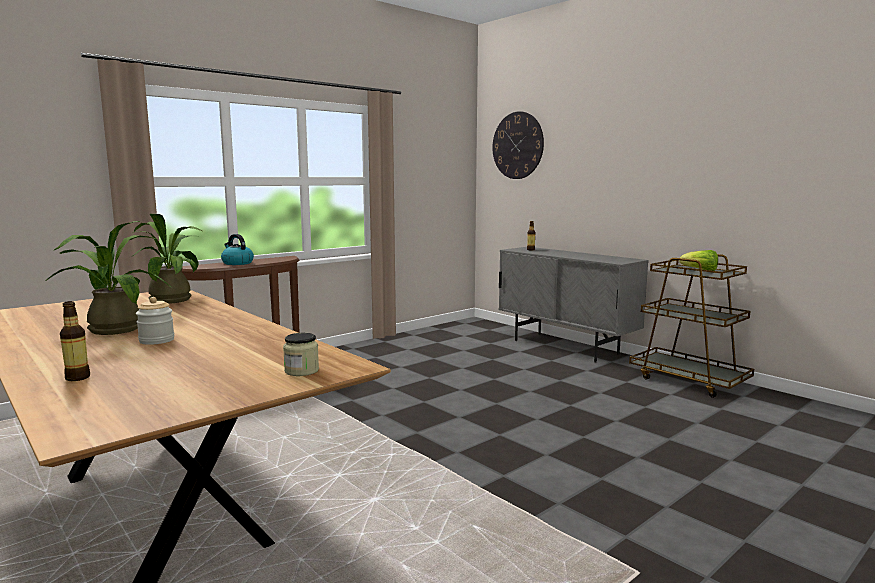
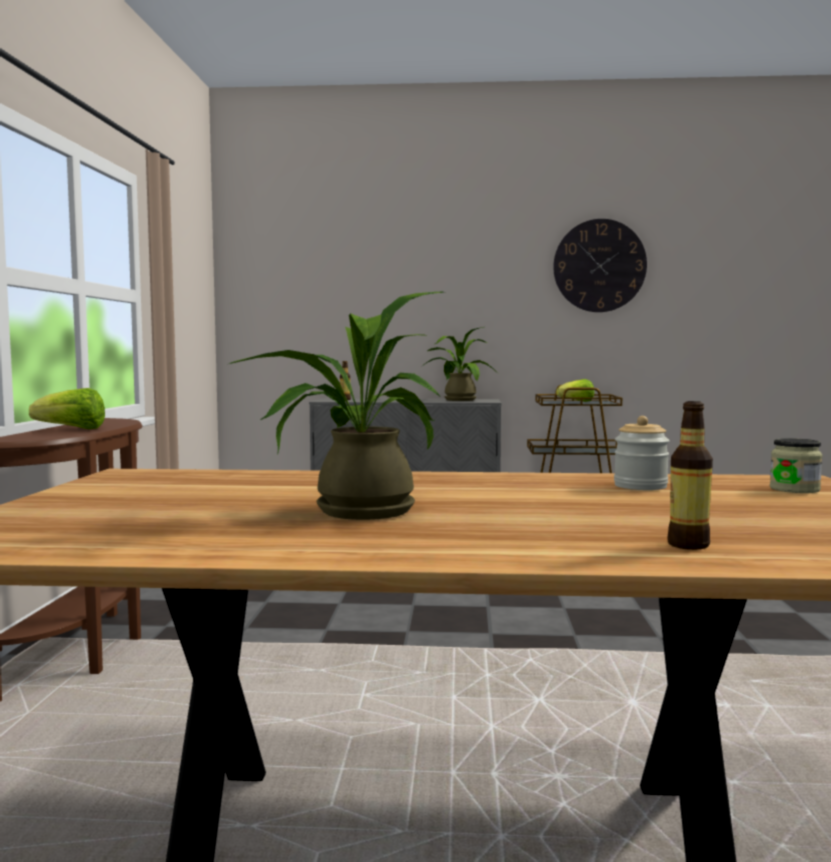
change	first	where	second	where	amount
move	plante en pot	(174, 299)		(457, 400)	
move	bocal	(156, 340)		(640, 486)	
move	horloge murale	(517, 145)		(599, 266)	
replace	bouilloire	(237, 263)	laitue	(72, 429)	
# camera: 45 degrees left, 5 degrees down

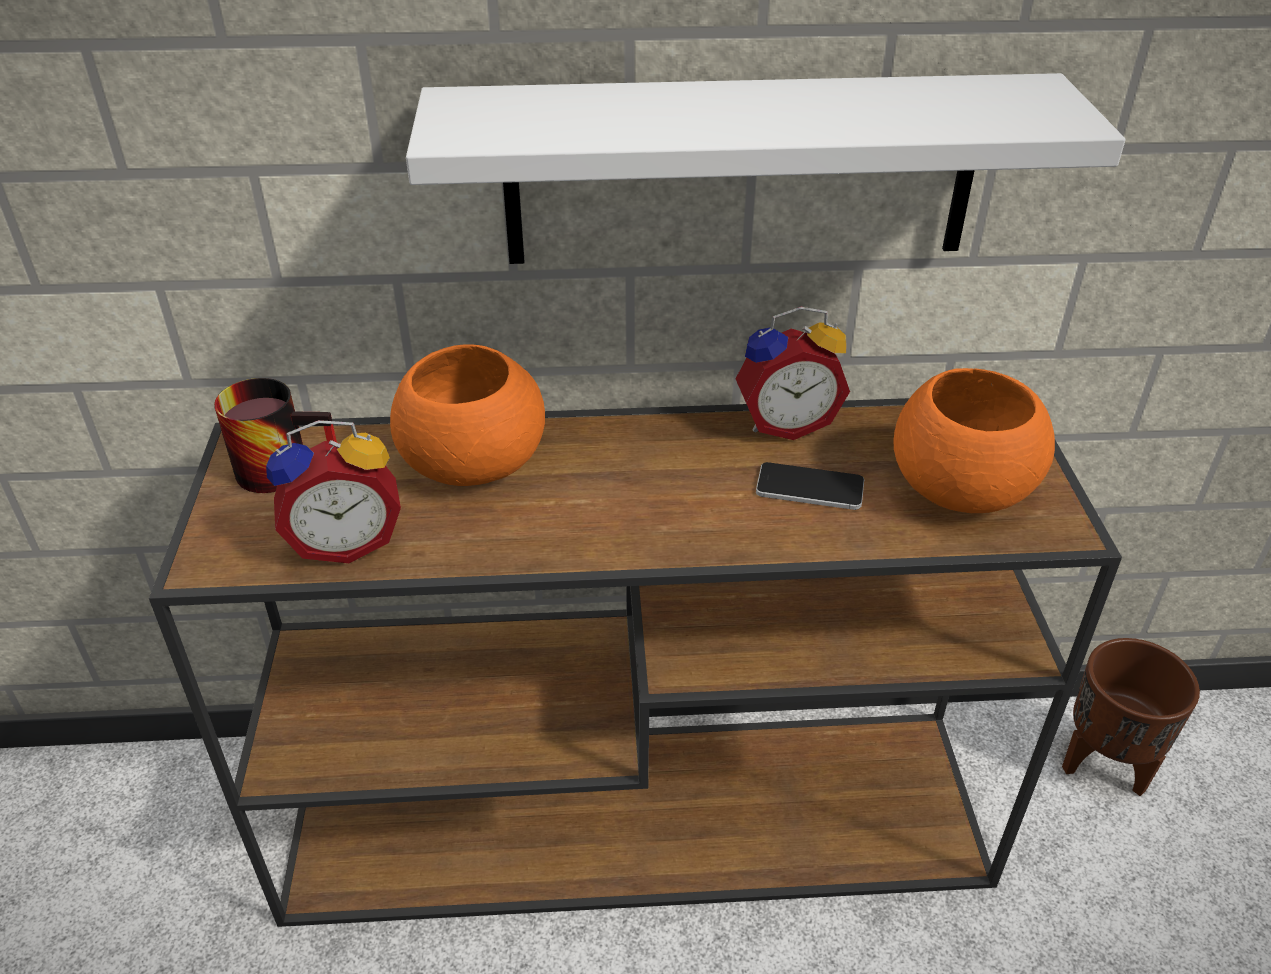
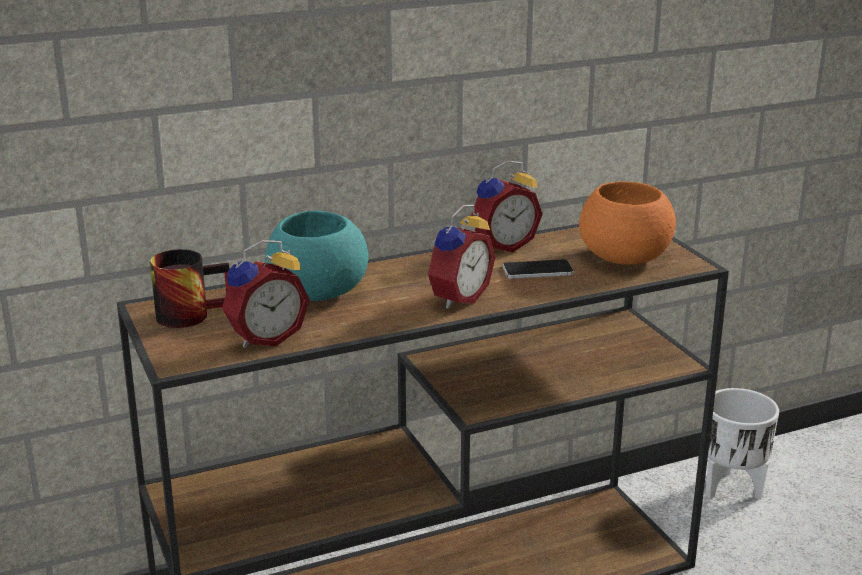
change	first	where	second	where	amount
delete	étagère/blanc	(740, 171)			
insert			réveil	(457, 298)	
recolor	bol/orange	(470, 463)	bol/turquoise	(316, 293)	
recolor	cache-pot/marron	(1105, 763)	cache-pot/blanc	(731, 487)	
# camera: 20 degrees left, 15 degrees down

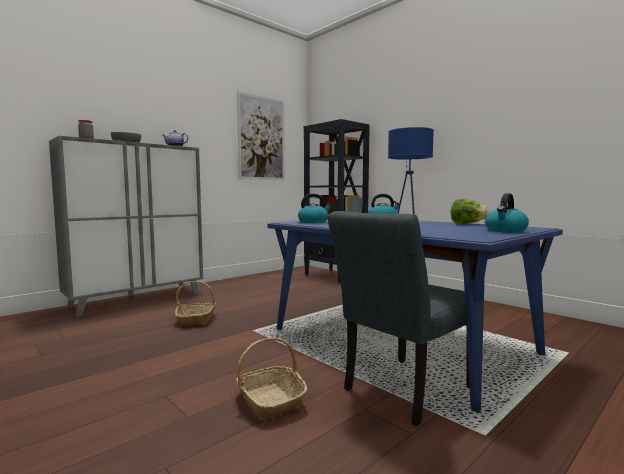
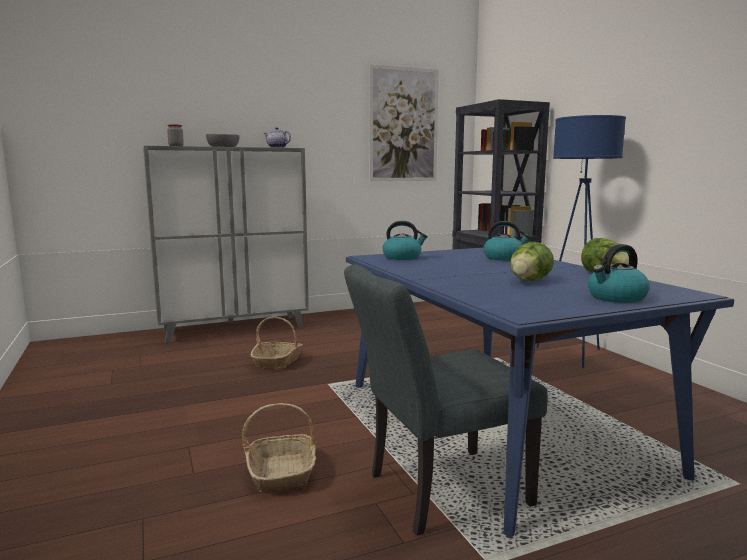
change	first	where	second	where	amount
insert			laitue	(528, 281)	
# camera: 20 degrees right, 5 degrees up

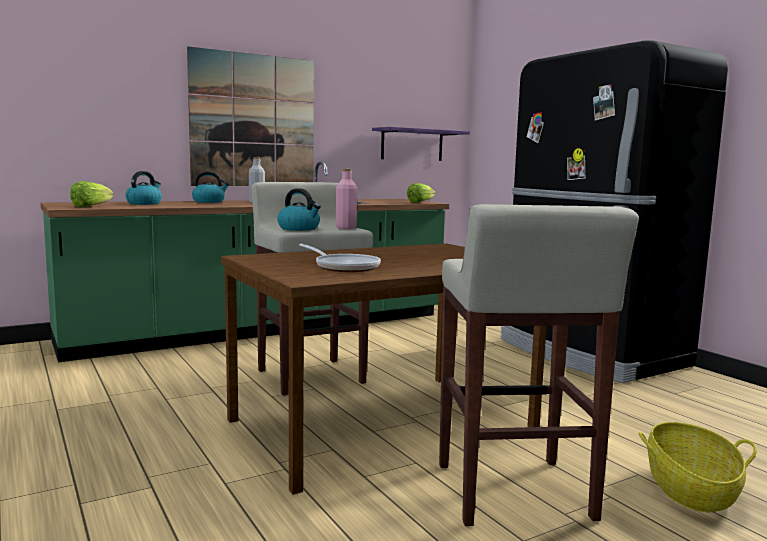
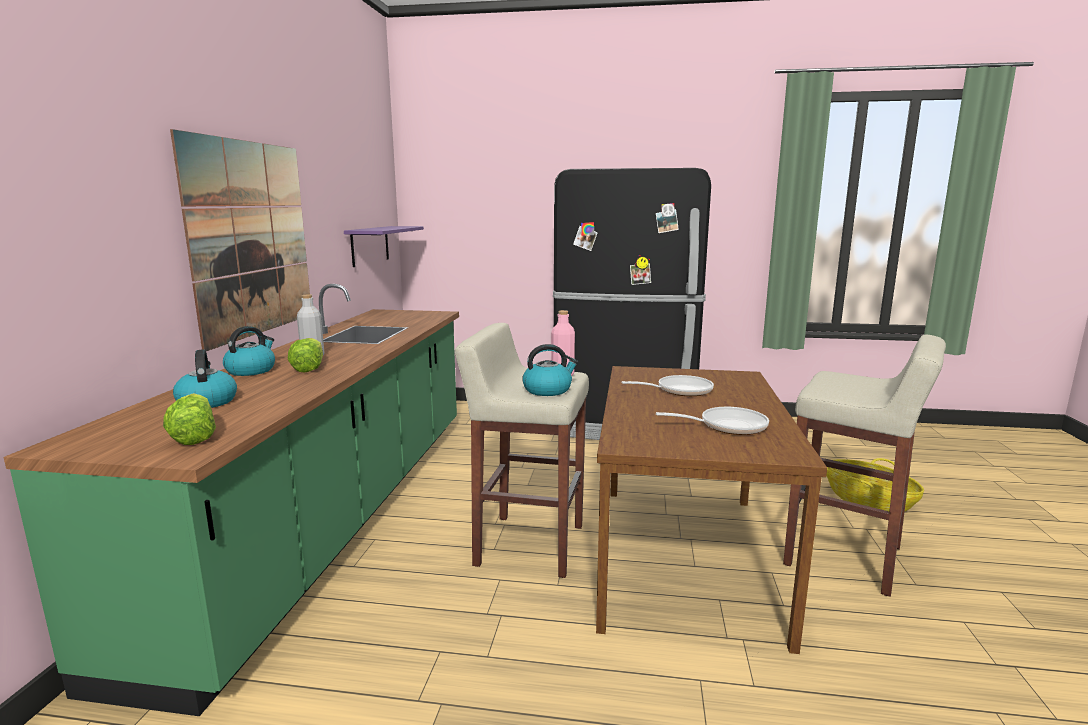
change	first	where	second	where	amount
insert			poêle	(679, 390)	
move	laitue	(420, 202)		(309, 368)	
# camera: 50 degrees left, 5 degrees up

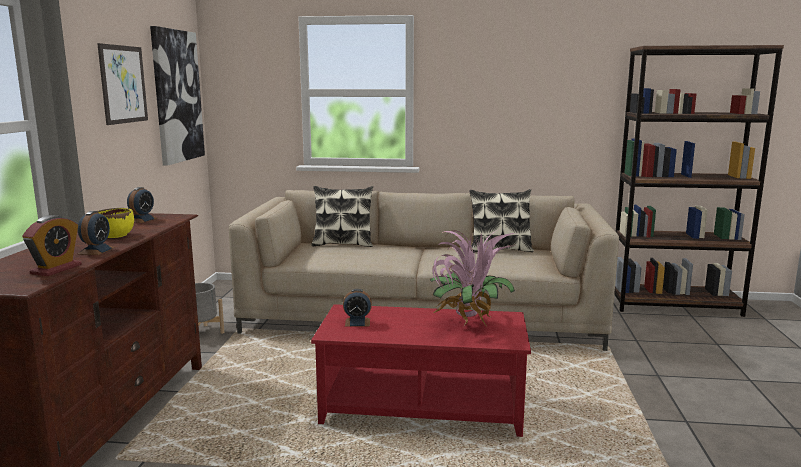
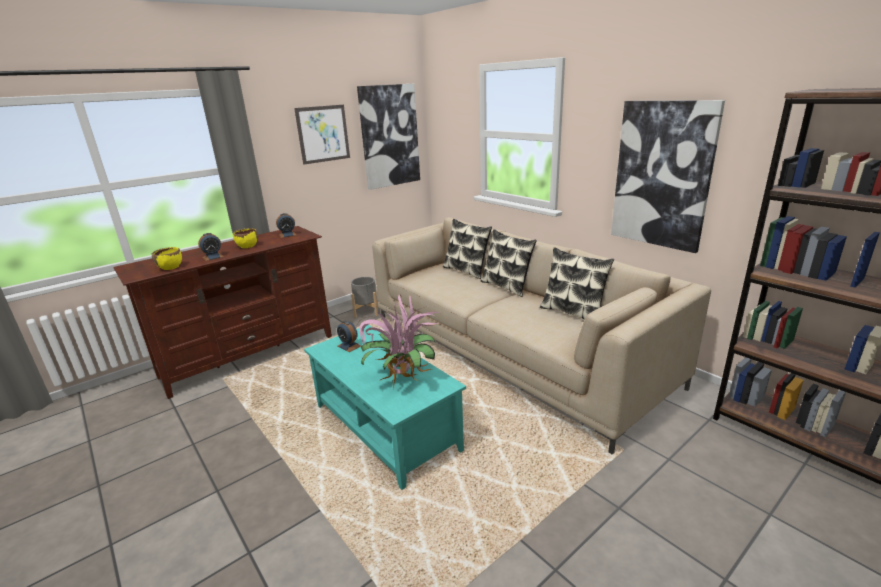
change	first	where	second	where	amount
insert			coussin	(506, 286)	
insert			tableau	(662, 175)	
replace	réveil	(56, 269)	bol/jaune	(170, 267)	
recolor	table basse/rouge	(422, 407)	table basse/turquoise	(387, 427)	
# camera: 45 degrees right, 10 degrees up

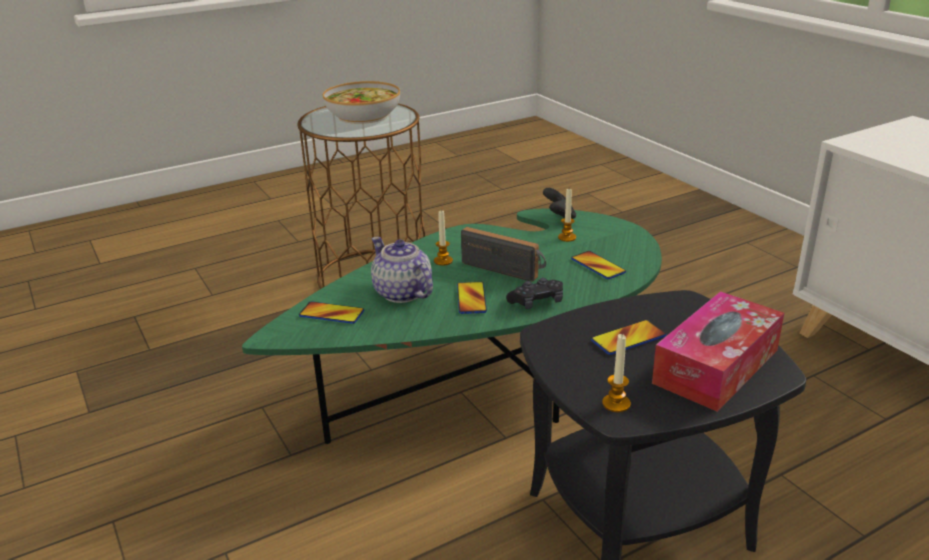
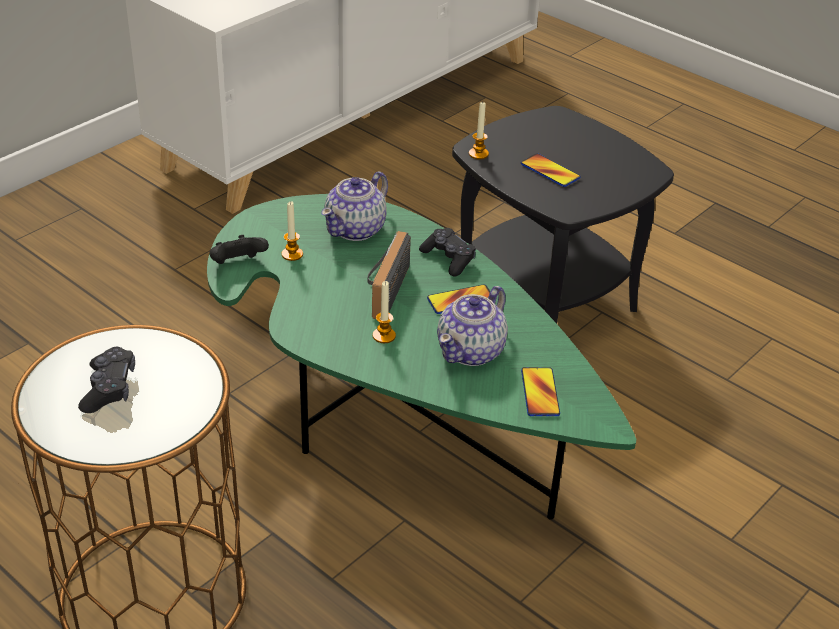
change	first	where	second	where	amount
delete	boîte à mouchoirs	(716, 366)			
move	bougie	(616, 404)		(478, 154)	
replace	bol	(362, 115)	manette/noir	(109, 388)	
replace	téléphone	(598, 266)	théière	(356, 229)	
# camera: 110 degrees left, 10 degrees up

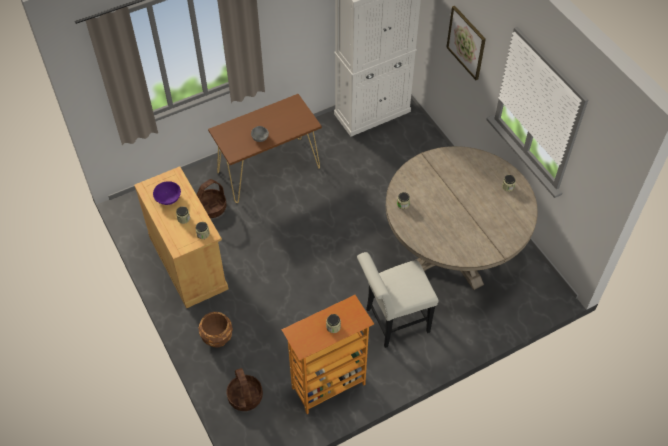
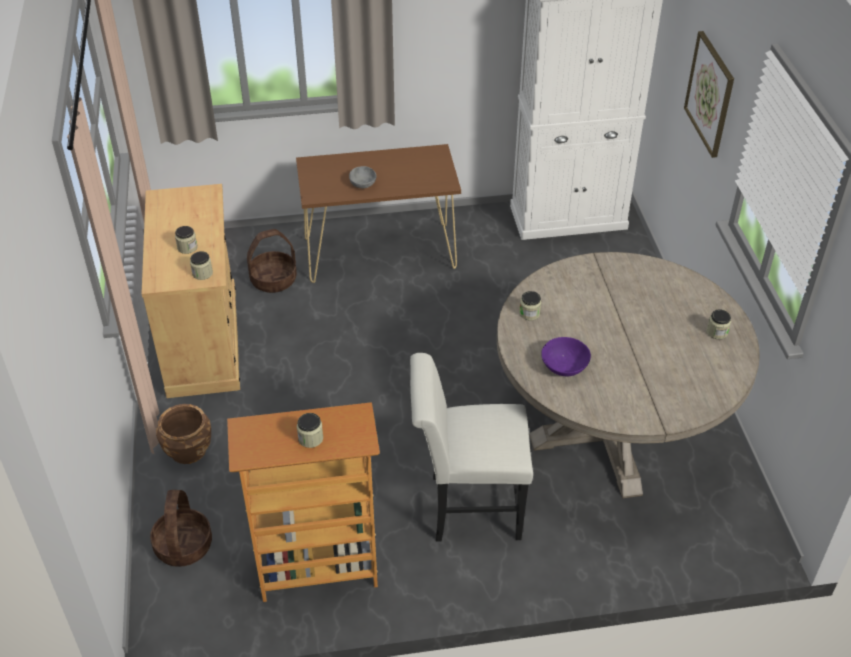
change	first	where	second	where	amount
move	bol/violet	(168, 198)		(564, 367)	
# camera: 20 degrees right, 10 degrees down

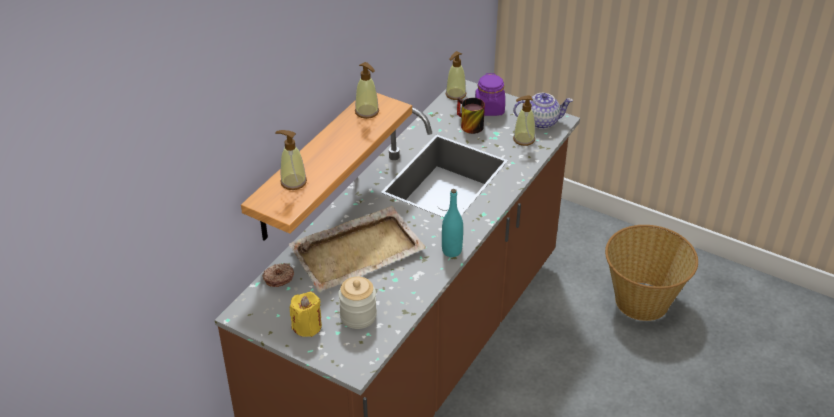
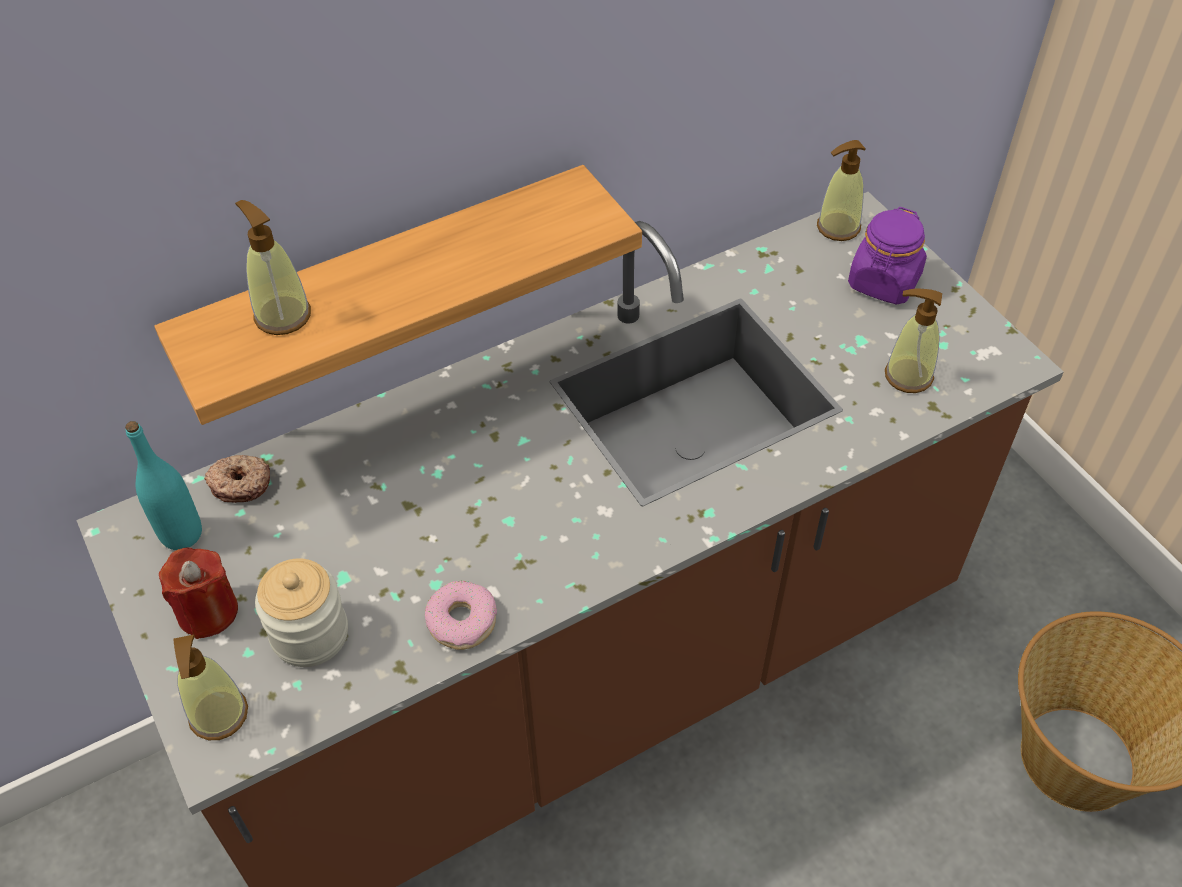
change	first	where	second	where	amount
delete	plateau/beige	(358, 251)			
delete	mug	(467, 125)			
delete	théière	(541, 121)			
insert			beignet	(462, 621)	
move	distributeur de savon	(367, 112)		(219, 715)	
move	bouteille/turquoise	(451, 251)		(181, 534)	
recolor	bougie/jaune	(307, 326)	bougie/rouge	(208, 611)	
# camera: 30 degrees right, 10 degrees up

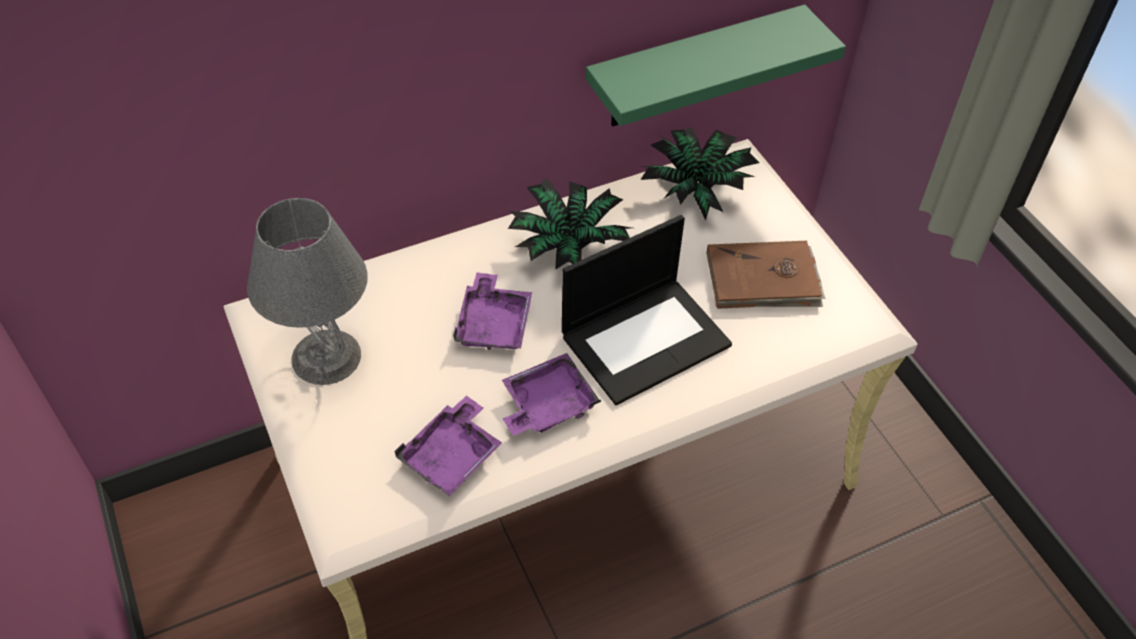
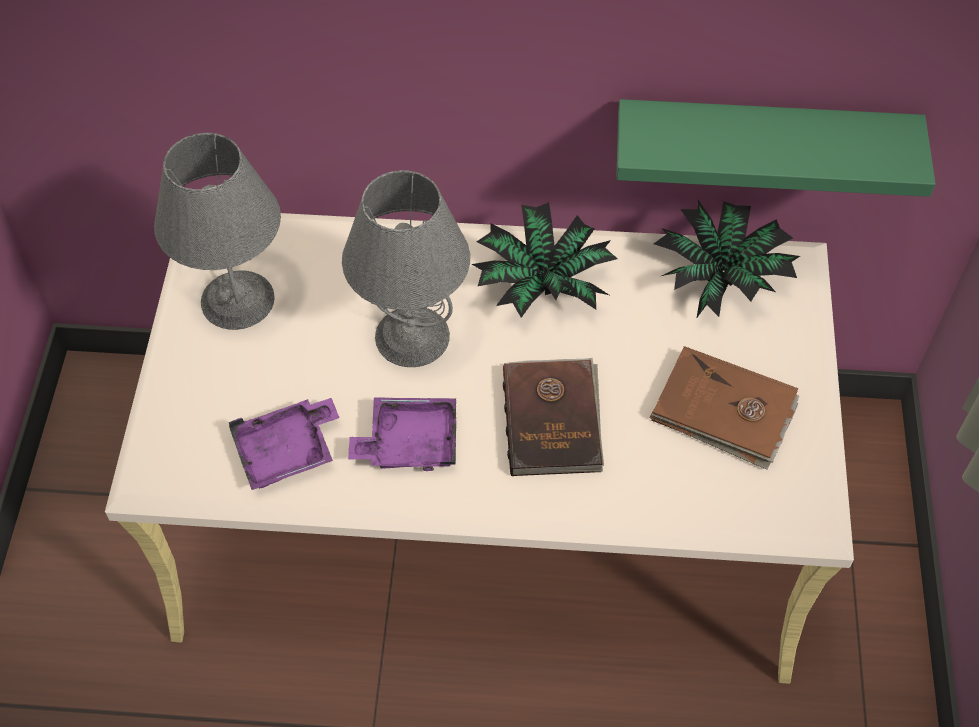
change	first	where	second	where	amount
replace	plateau/violet	(494, 323)	lampe de table/gris	(413, 335)	
replace	ordinateur portable	(646, 339)	livre/marron	(553, 419)	
# camera: 30 degrees right, 5 degrees up

